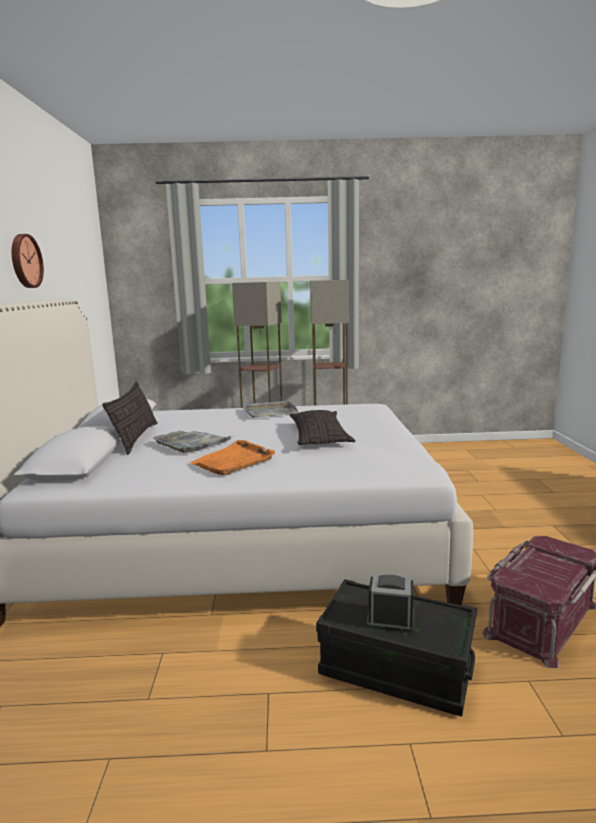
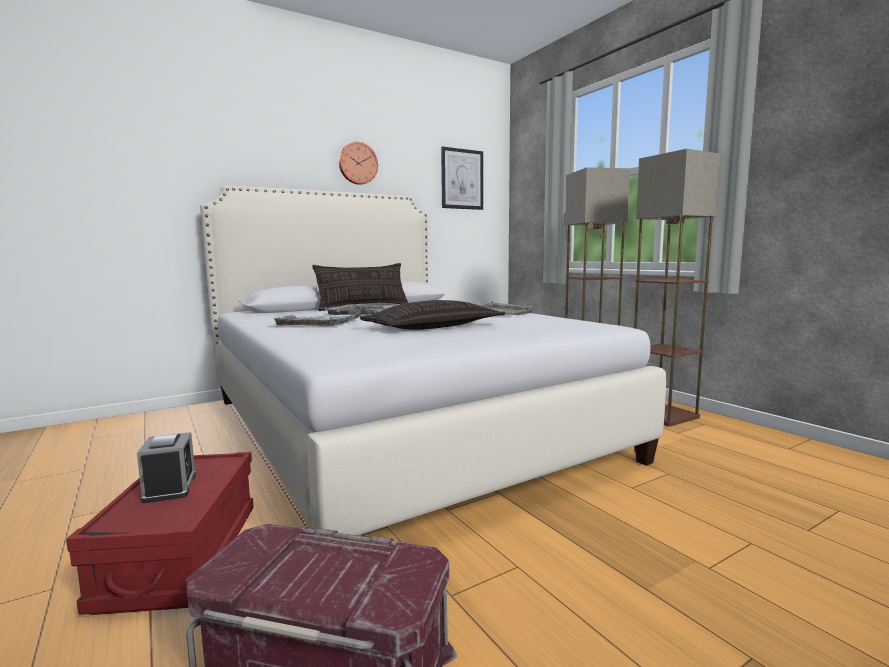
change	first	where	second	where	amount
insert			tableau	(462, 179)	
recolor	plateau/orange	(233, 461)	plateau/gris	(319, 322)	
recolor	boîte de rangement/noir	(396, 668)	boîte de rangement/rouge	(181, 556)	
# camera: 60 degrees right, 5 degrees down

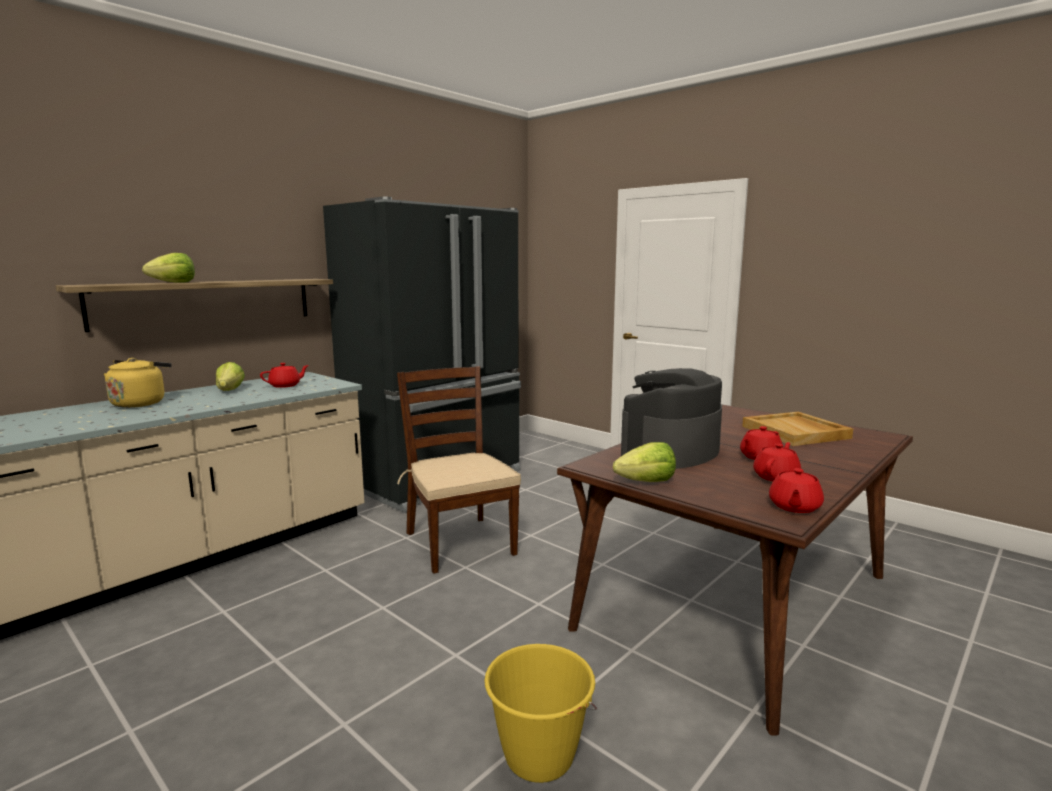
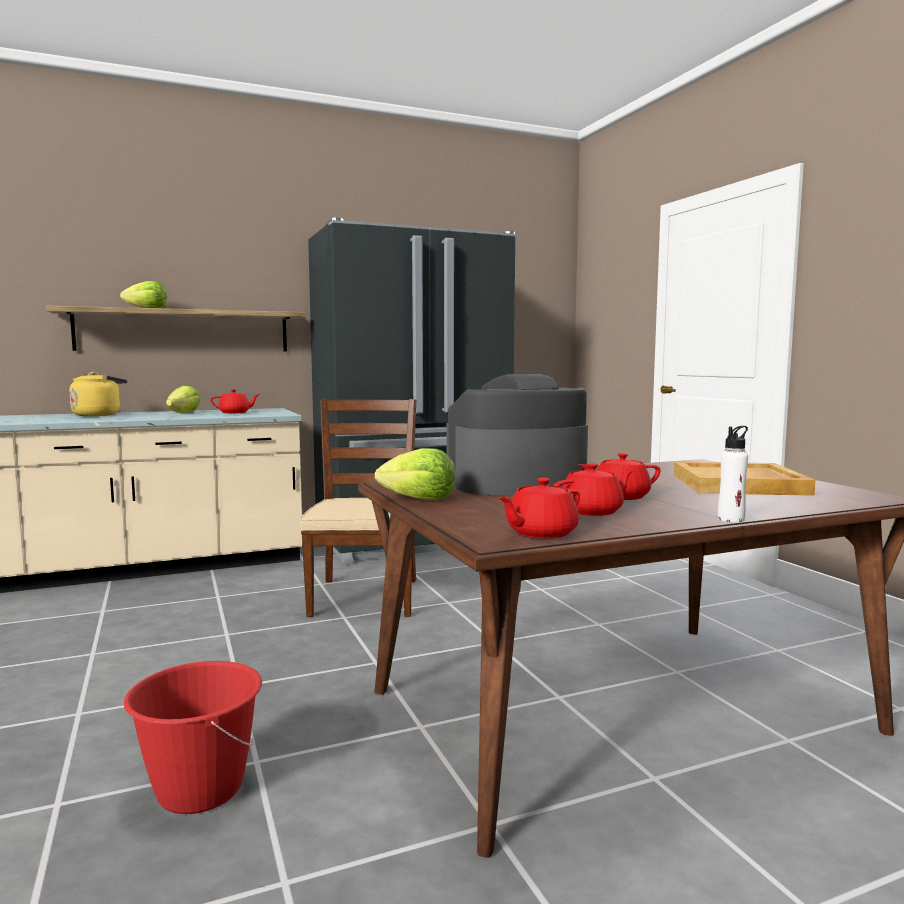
change	first	where	second	where	amount
insert			bouteille/blanc	(731, 519)	
recolor	seau/jaune	(538, 756)	seau/rouge	(199, 790)	
# camera: 25 degrees right, 5 degrees down

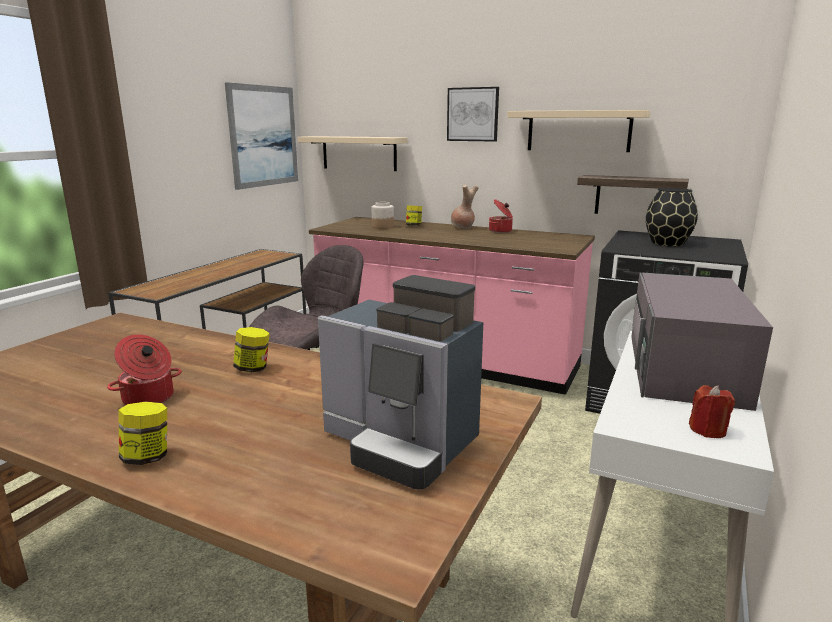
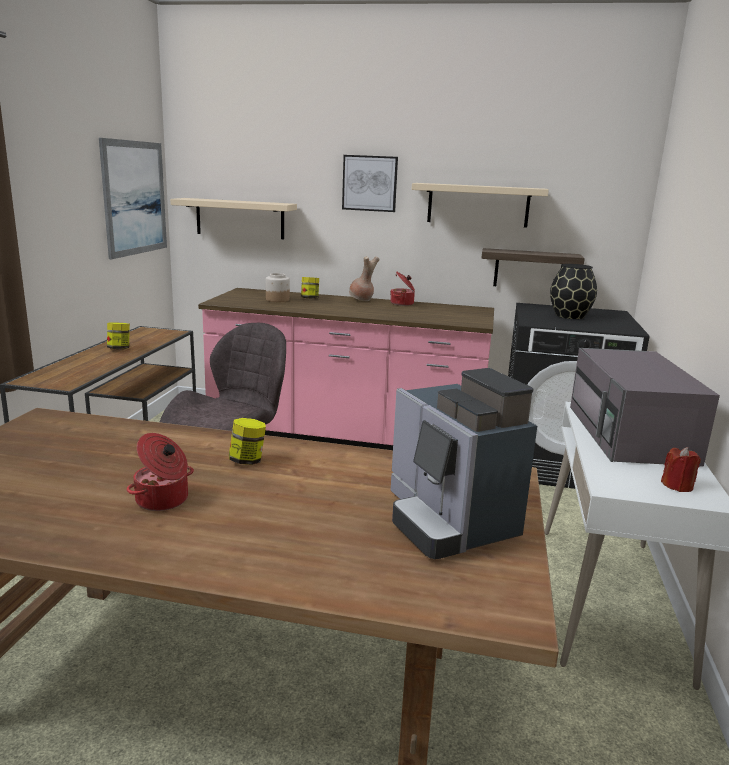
change	first	where	second	where	amount
move	bocal	(147, 457)		(119, 349)	
rotate	machine à café	(401, 444)		(448, 521)	45 degrees clockwise
# camera: 15 degrees left, 0 degrees up

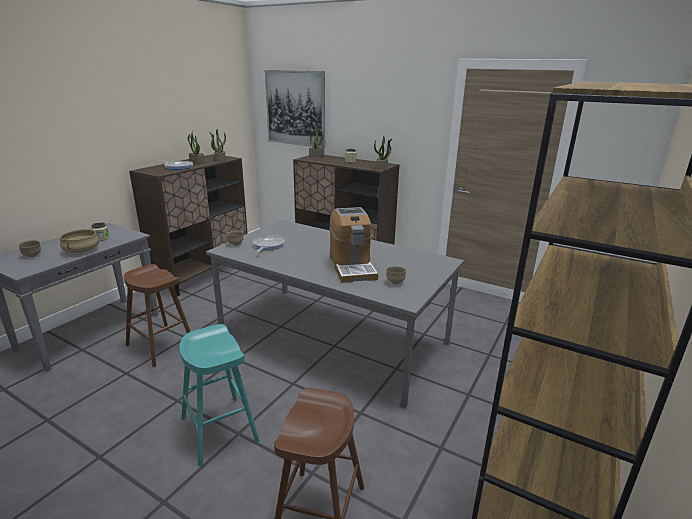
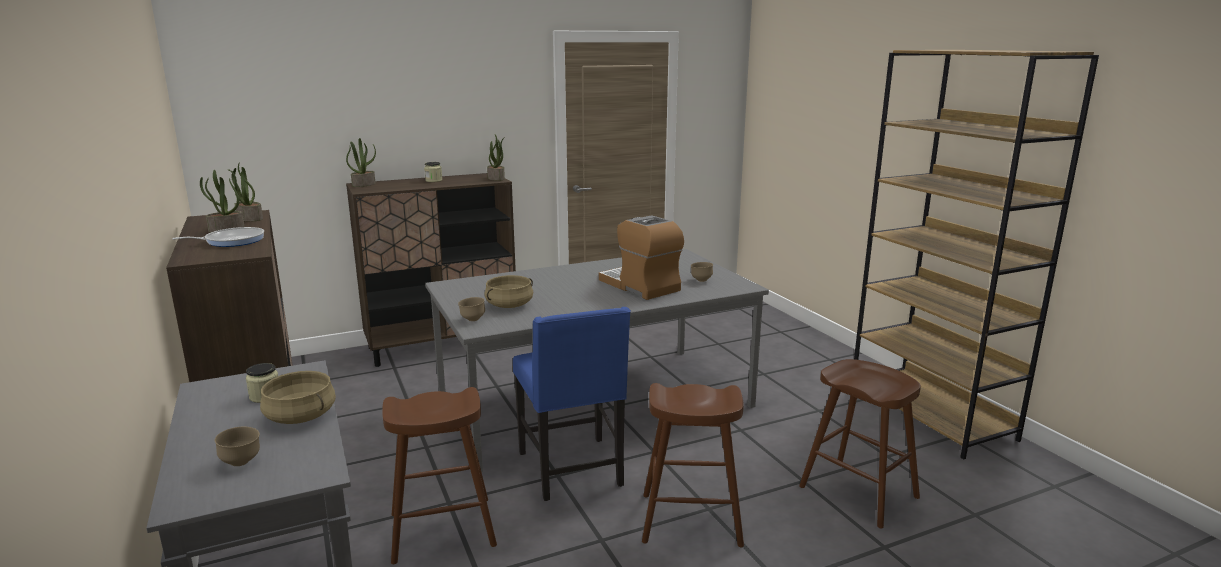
change	first	where	second	where	amount
delete	tableau	(295, 108)			
insert			chaise/bleu	(573, 470)	
replace	poêle	(268, 245)	marmite/beige	(509, 305)	
recolor	tabouret/turquoise	(219, 430)	tabouret/marron	(691, 520)	
rotate	machine à café	(352, 267)		(640, 286)	150 degrees counterclockwise
# camera: 55 degrees left, 5 degrees down

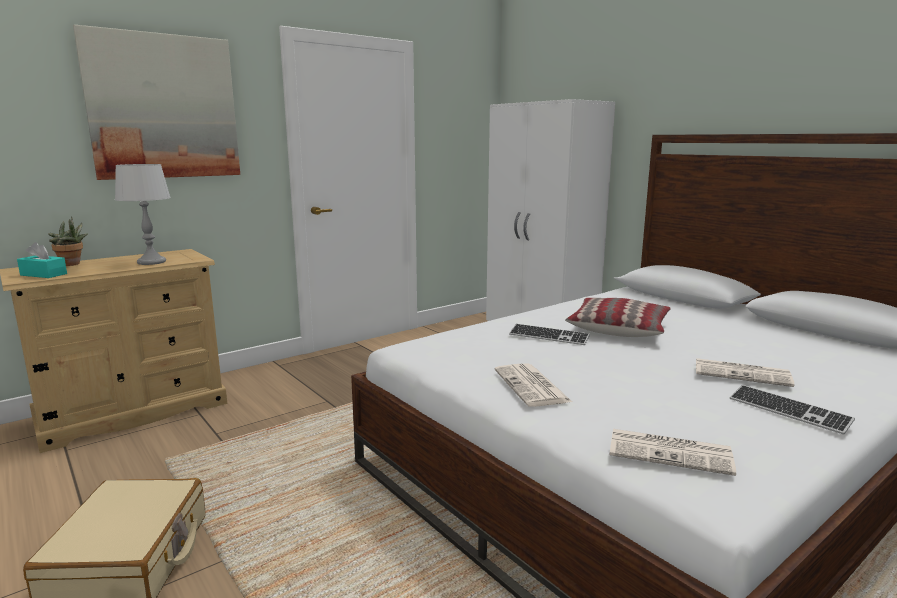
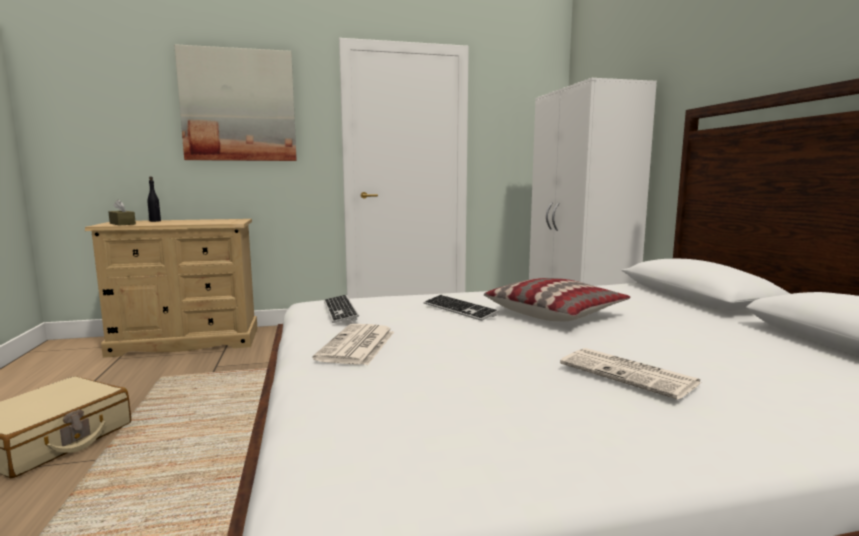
change	first	where	second	where	amount
delete	lampe de table/gris	(151, 262)			
delete	journal	(671, 452)			
move	clavier	(788, 411)		(340, 310)	
replace	plante en pot	(72, 264)	bouteille/noir	(155, 221)	
recolor	boîte à mouchoirs/turquoise	(43, 274)	boîte à mouchoirs/marron	(122, 224)	
# camera: 25 degrees right, 5 degrees down

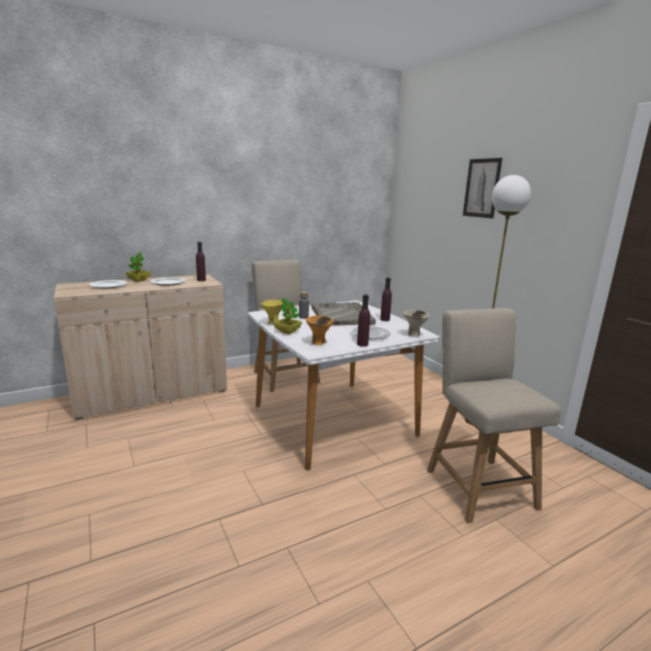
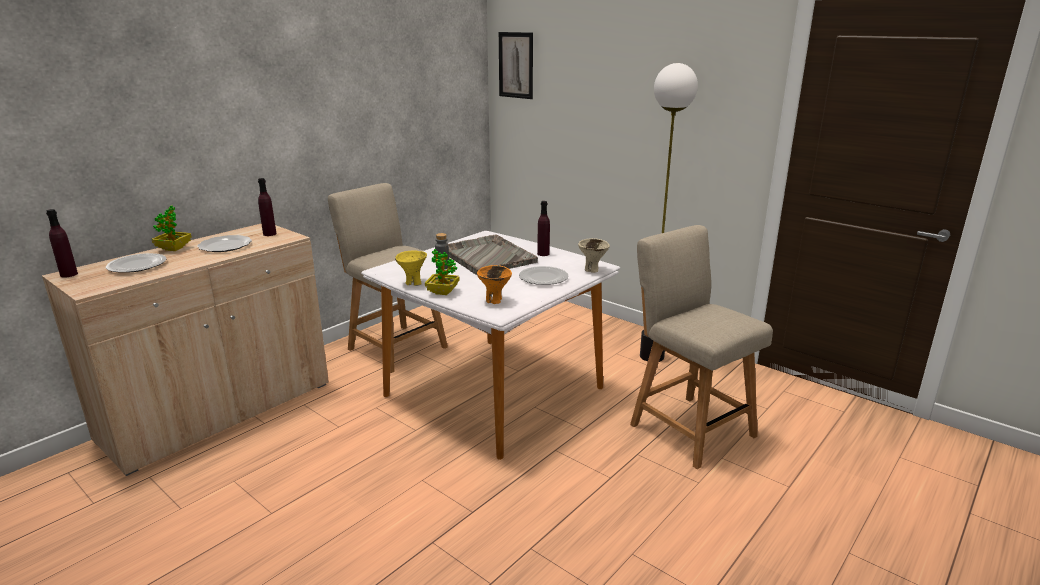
change	first	where	second	where	amount
move	bouteille/violet	(362, 344)		(69, 274)	
move	tableau	(482, 188)		(516, 65)	
# camera: 20 degrees left, 5 degrees up

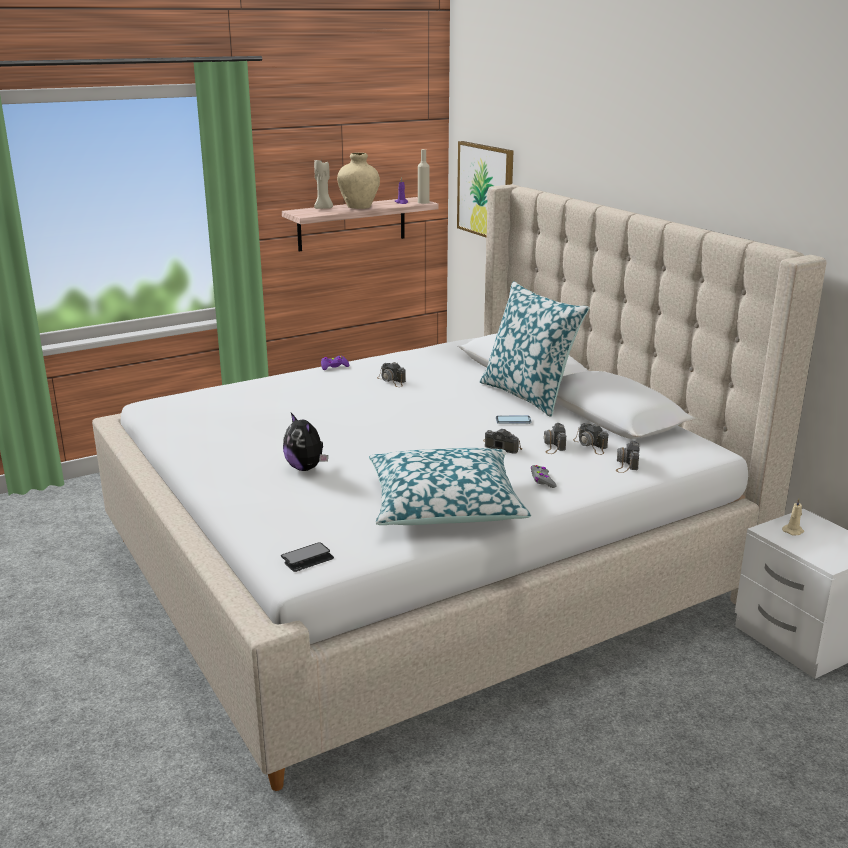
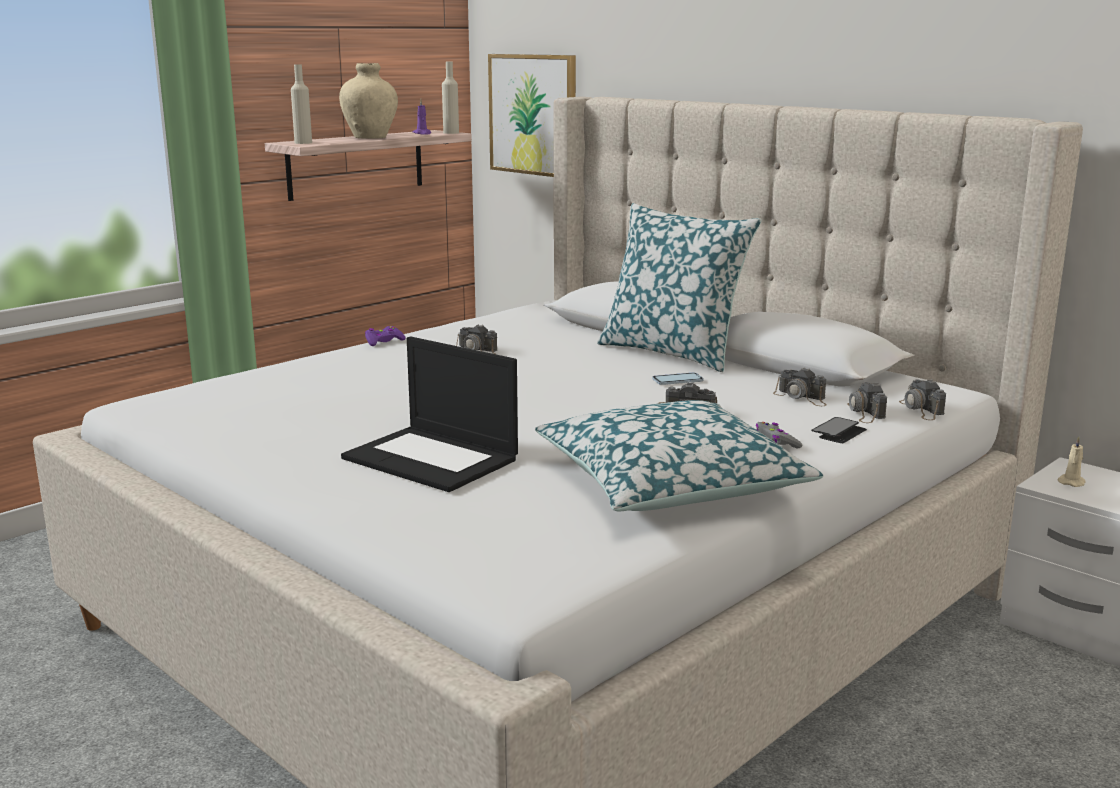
change	first	where	second	where	amount
delete	bougie/beige	(324, 208)			
insert			bouteille/beige	(303, 143)	
move	téléphone	(307, 558)		(839, 432)	
move	appareil photo	(553, 445)		(921, 409)	
replace	peluche	(306, 468)	ordinateur portable	(433, 459)	
# camera: 15 degrees left, 5 degrees down

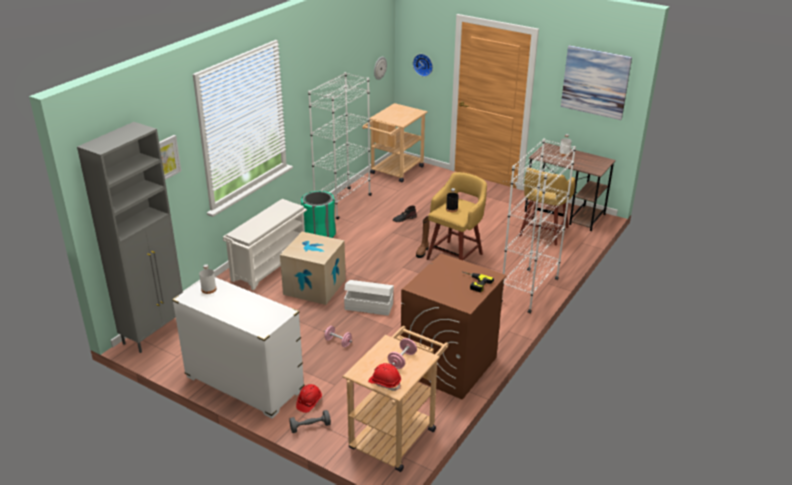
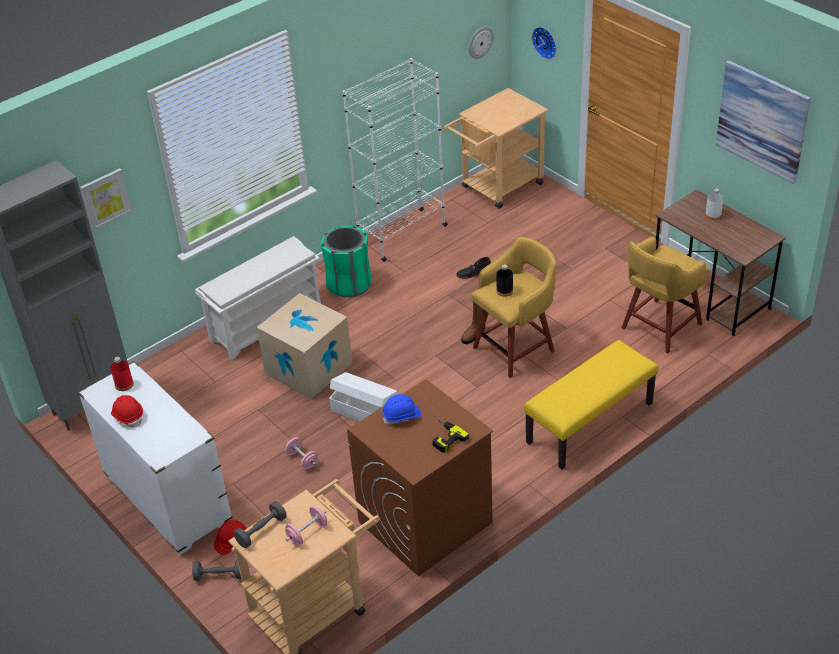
change	first	where	second	where	amount
insert			haltère/gris	(261, 531)	
insert			casque de chantier/bleu	(402, 416)	
move	casque de chantier/rouge	(385, 383)		(128, 416)	
replace	bibliothèque/blanc	(529, 290)	banc/jaune	(590, 424)	
recolor	bouteille/blanc	(208, 289)	bouteille/rouge	(124, 384)	
# camera: 20 degrees right, 10 degrees up

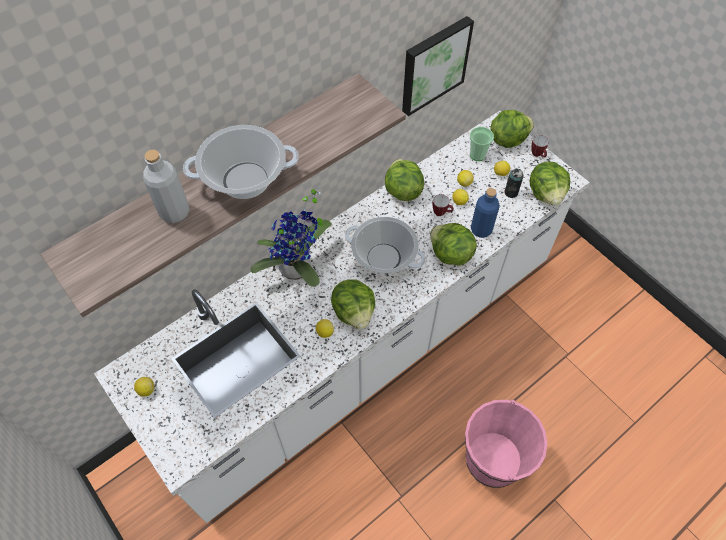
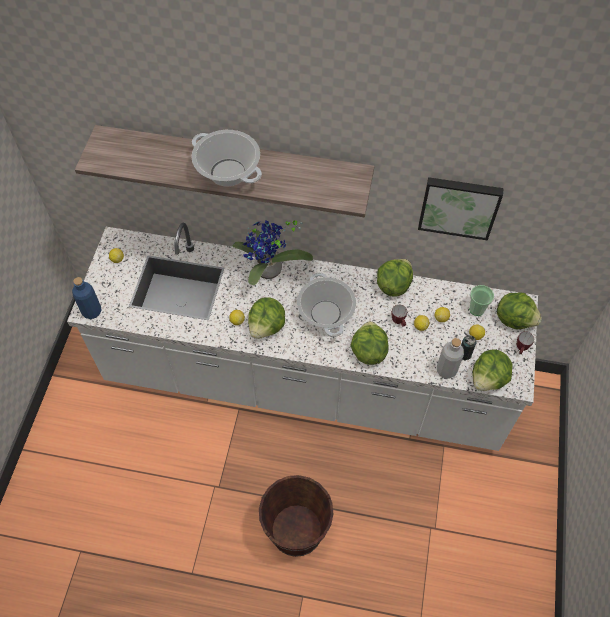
change	first	where	second	where	amount
move	bouteille/gris	(174, 212)		(446, 370)	
move	bouteille/bleu	(481, 229)		(92, 311)	
recolor	seau/rose	(493, 460)	seau/marron	(296, 530)	
# camera: 50 degrees right, 0 degrees up

